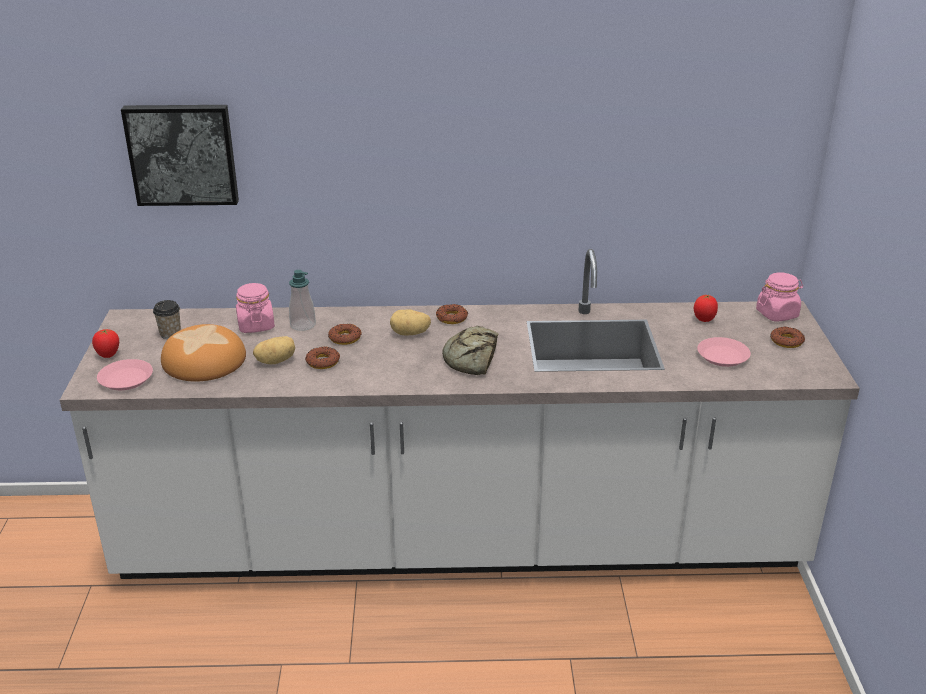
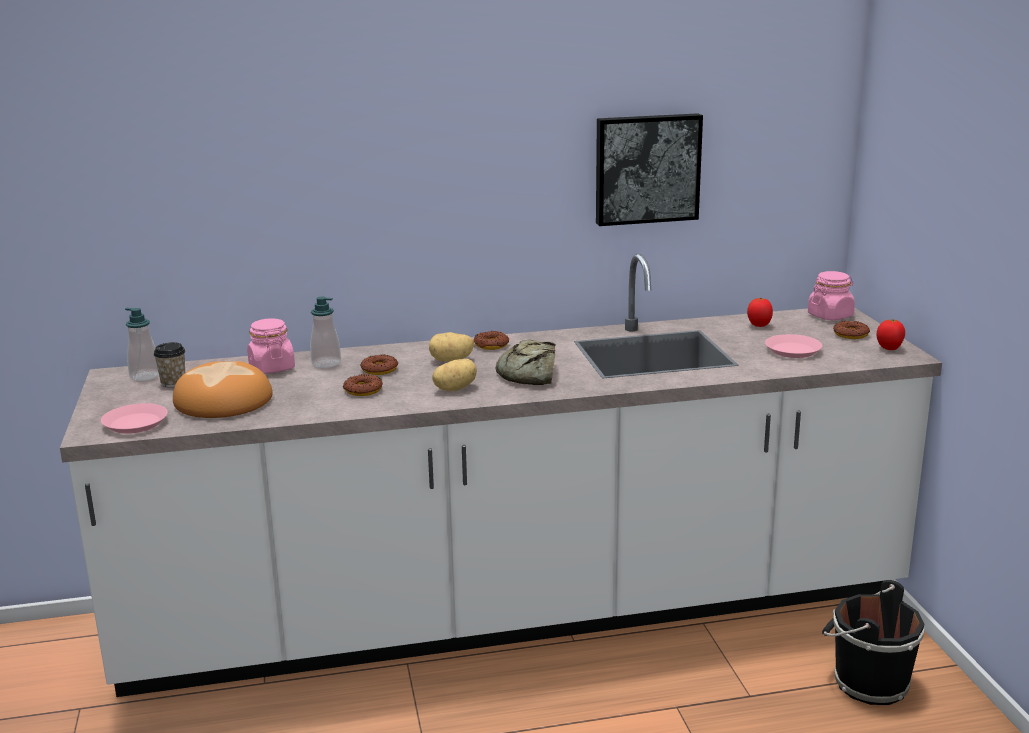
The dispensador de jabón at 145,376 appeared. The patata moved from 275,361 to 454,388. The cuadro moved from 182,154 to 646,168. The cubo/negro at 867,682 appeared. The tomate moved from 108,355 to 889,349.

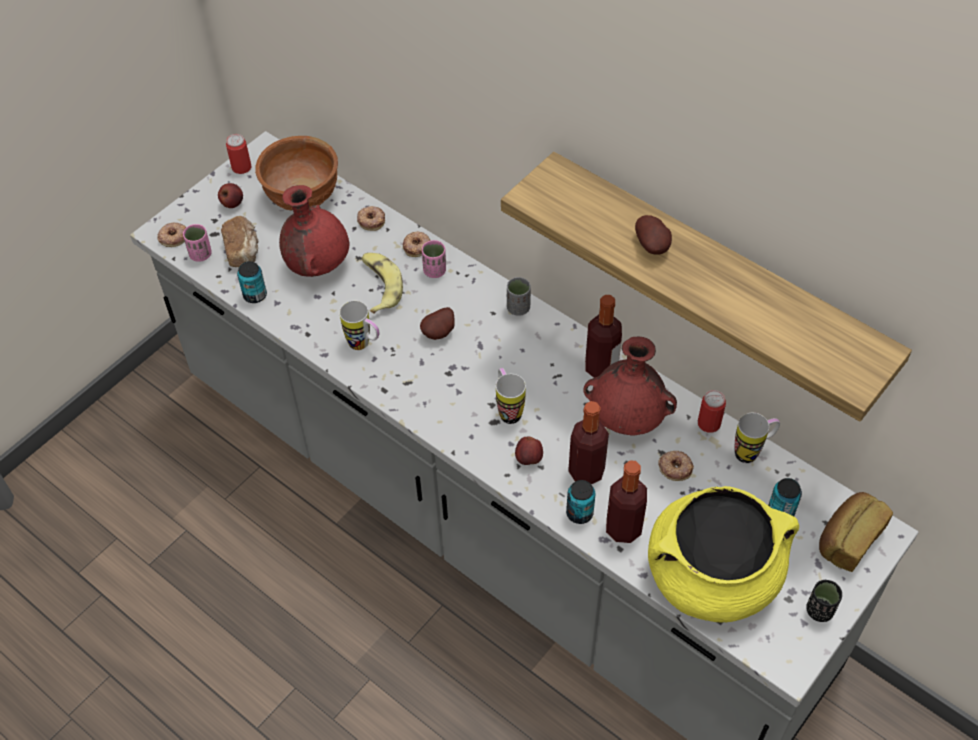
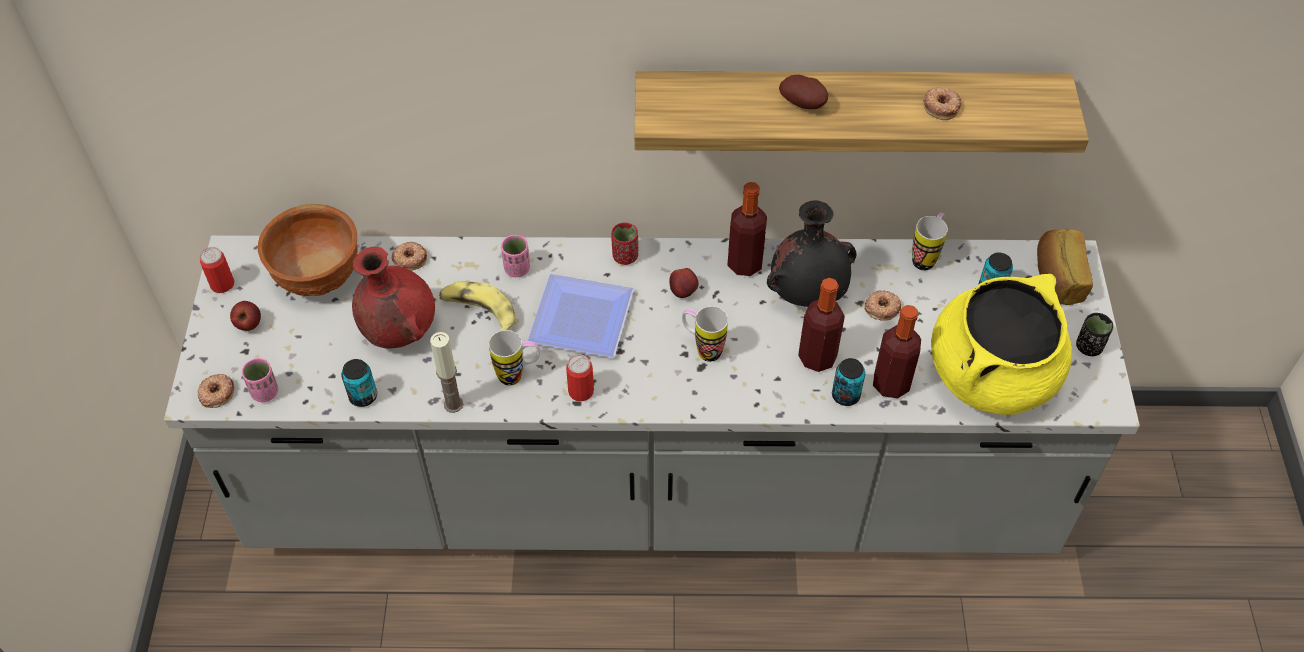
The vela at 453,404 appeared. The patata at 440,333 was replaced by the plato at 577,321. The lata moved from 709,423 to 581,391. The taza/gris at 518,308 became the taza/rojo at 625,256. The manzana moved from 529,459 to 683,292. The florero/rojo at 627,420 became the florero/negro at 808,293. The rosquilla moved from 417,246 to 941,106. The pan at 243,250 disappeared.

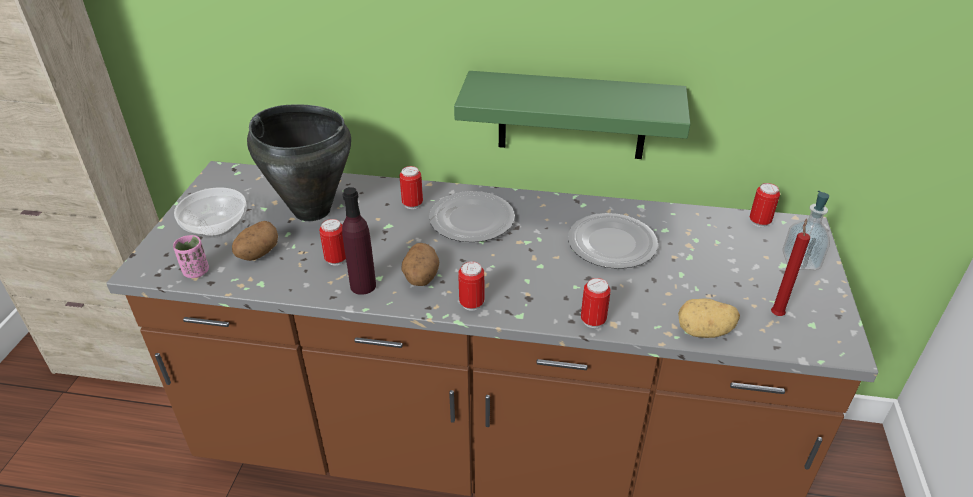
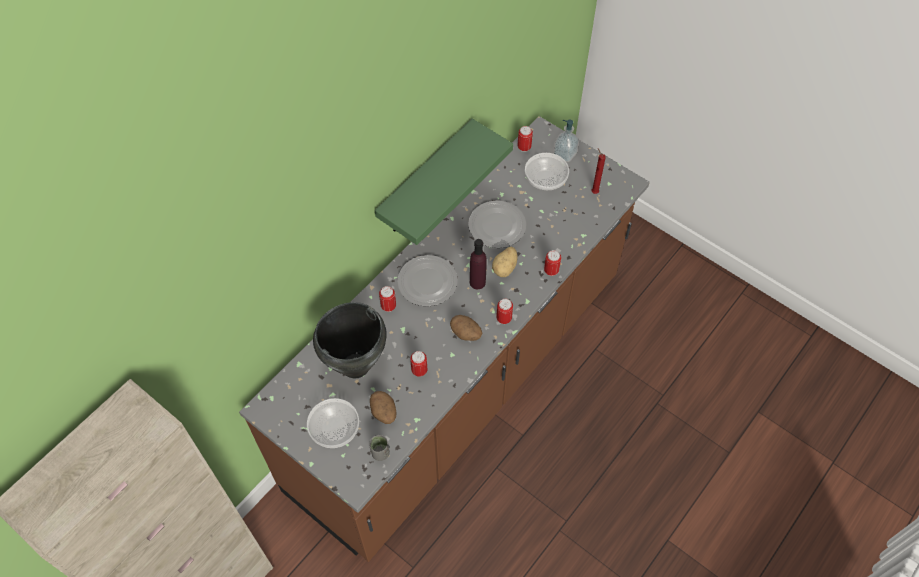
The taza/rosa at 196,272 became the taza/gris at 380,453. The botella/morado moved from 363,286 to 477,282. The patata moved from 704,332 to 505,268. The cuenco at 545,180 appeared.

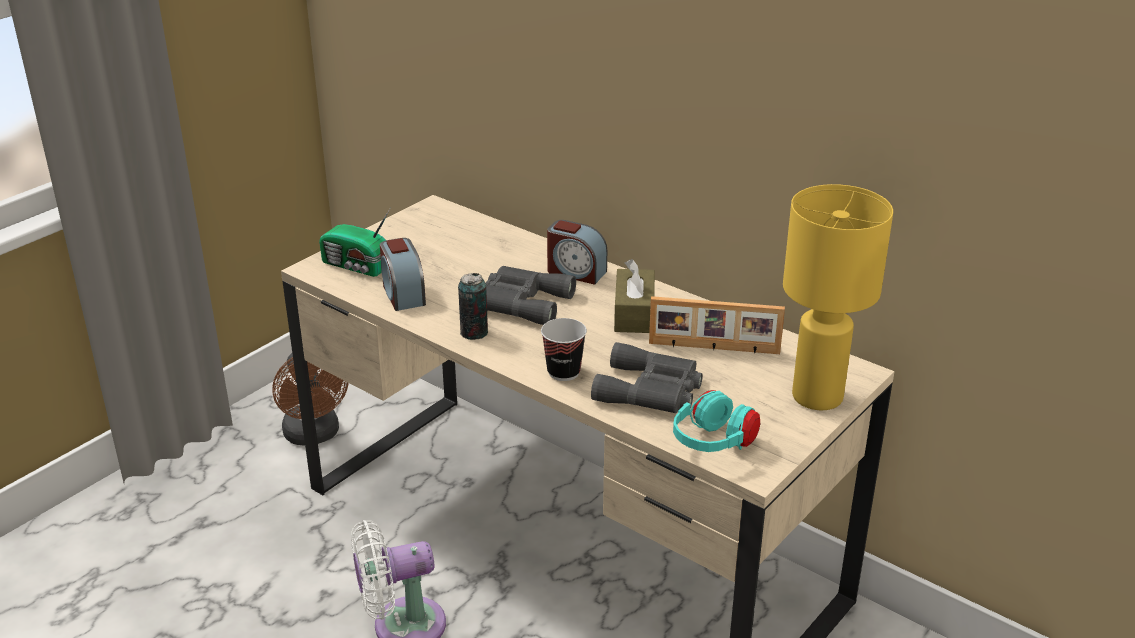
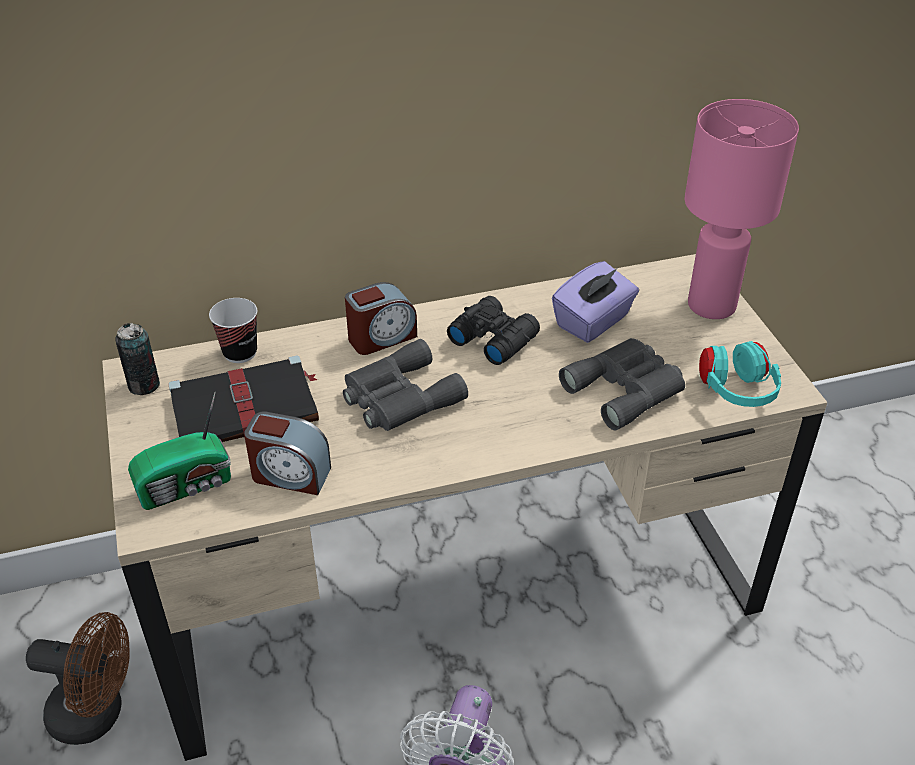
The lata moved from 474,333 to 144,385. The libro/negro at 247,407 appeared. The taza moved from 563,372 to 240,352. The caja de pañuelos/marrón at 634,313 was replaced by the prismáticos/negro at 493,338. The portarretratos at 714,348 was replaced by the caja de pañuelos/morado at 593,322. The lámpara de mesa/amarillo at 816,397 became the lámpara de mesa/rosa at 711,306.

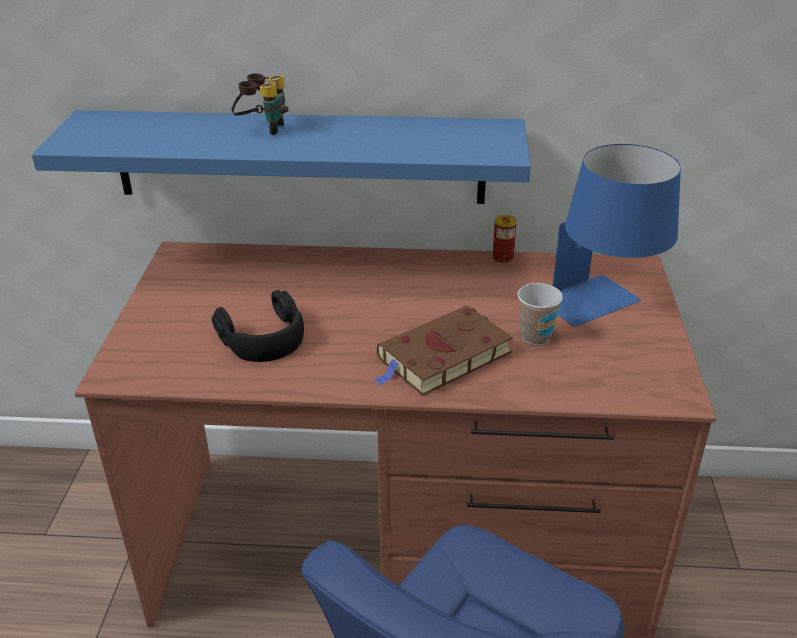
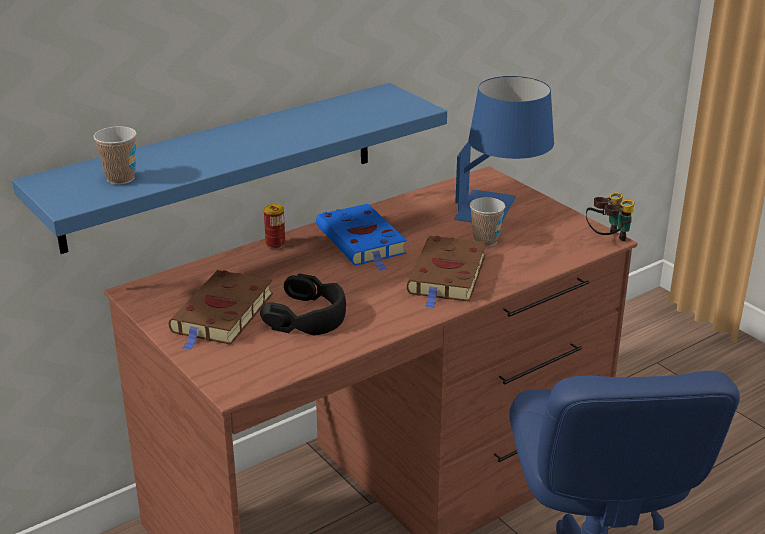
The taza at 120,178 appeared. The libro/marrón at 222,315 appeared. The lata moved from 502,258 to 275,244. The libro/azul at 362,242 appeared. The prismáticos moved from 263,128 to 607,239.

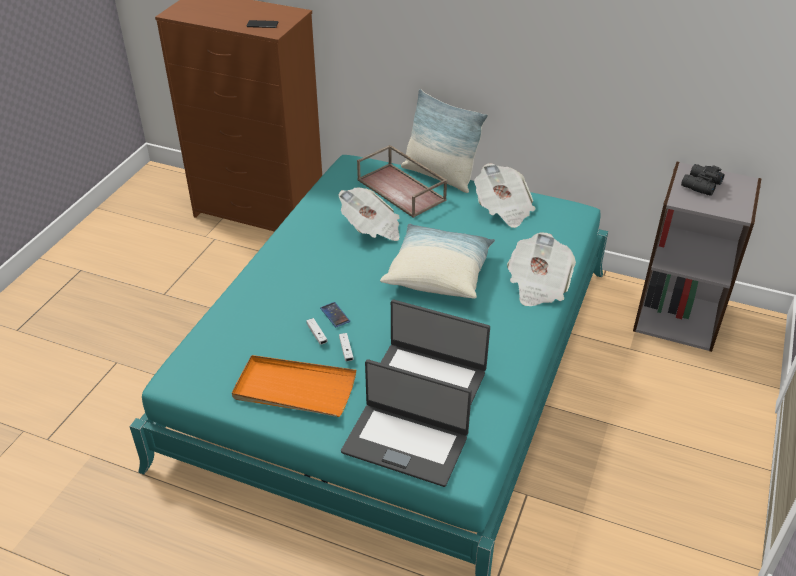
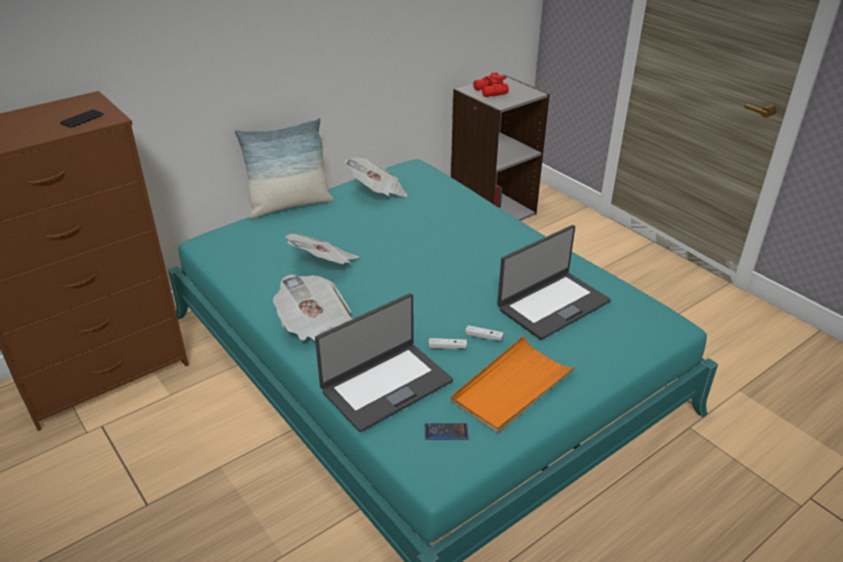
The periódico moved from 538,285 to 316,328. The portátil moved from 405,443 to 386,385. The móvil moved from 335,315 to 446,432. The prismáticos/negro at 700,185 became the prismáticos/rojo at 490,92. The bandeja/marrón at 402,190 disappeared. The cojín at 438,273 disappeared.

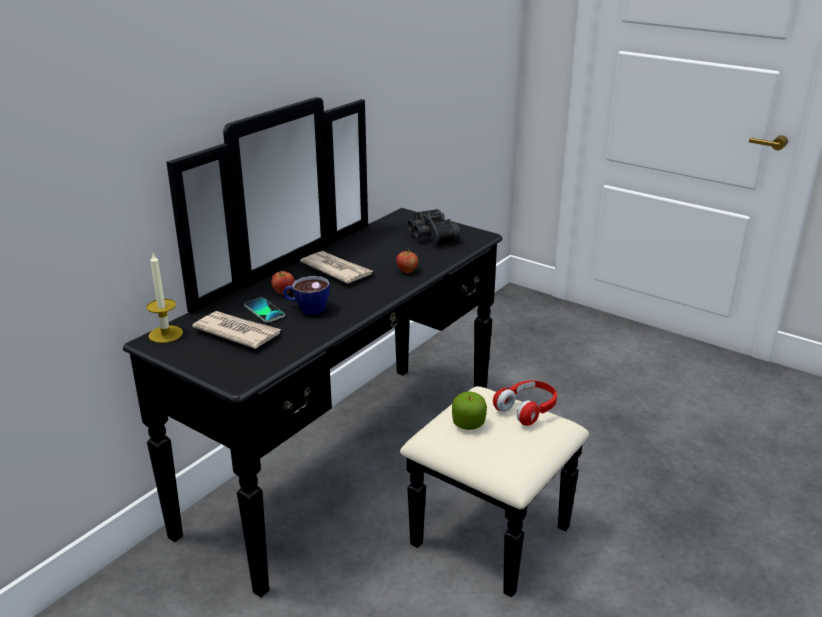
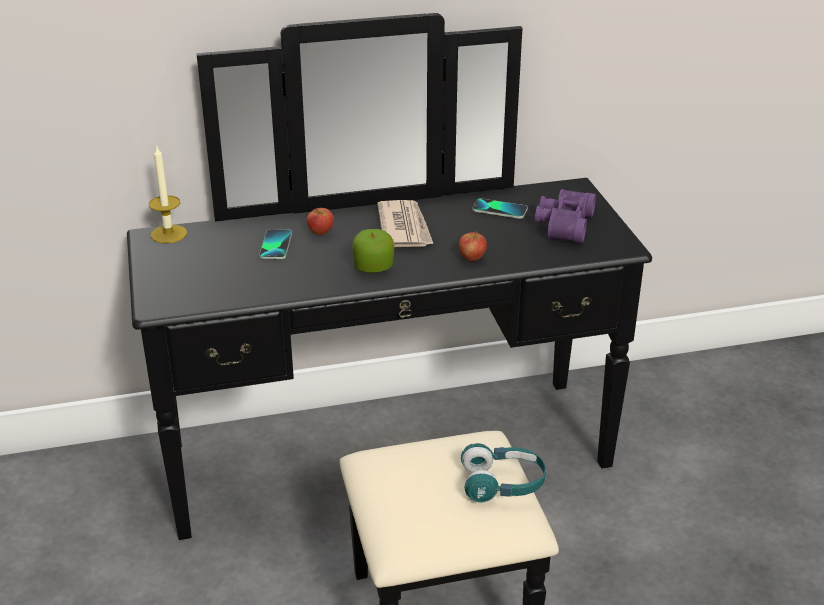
The manzana moved from 468,423 to 373,267. The auriculares/rojo at 527,409 became the auriculares/turquesa at 503,484. The móvil at 500,210 appeared. The prismáticos/negro at 430,236 became the prismáticos/morado at 562,225. The periódico at 237,332 disappeared. The taza at 306,309 disappeared.

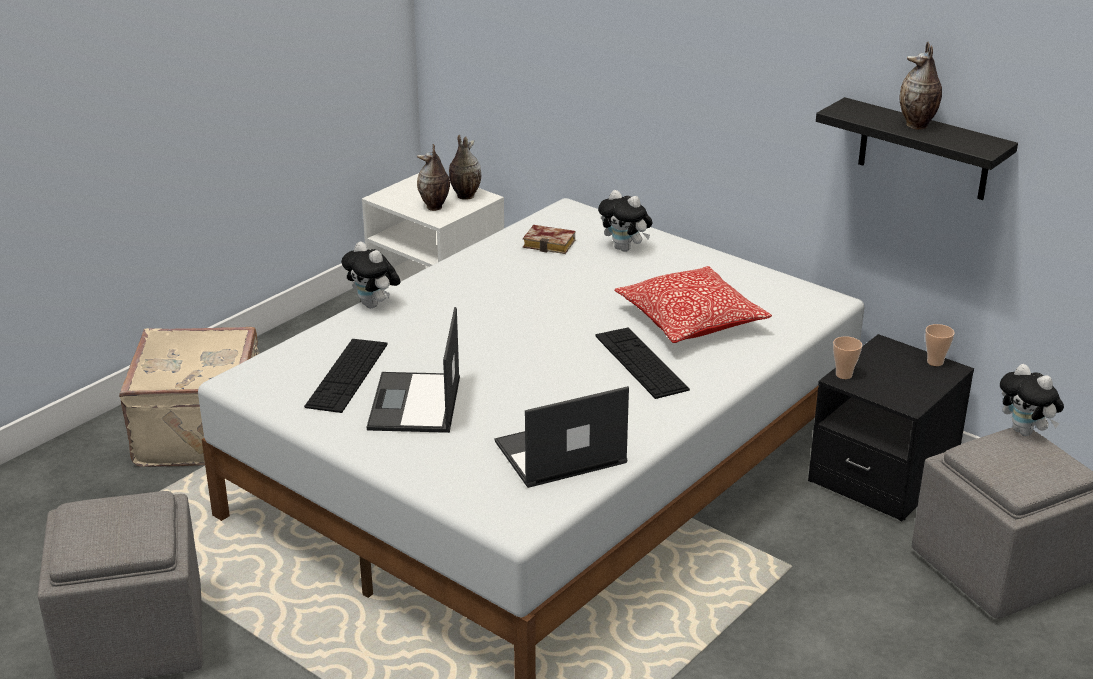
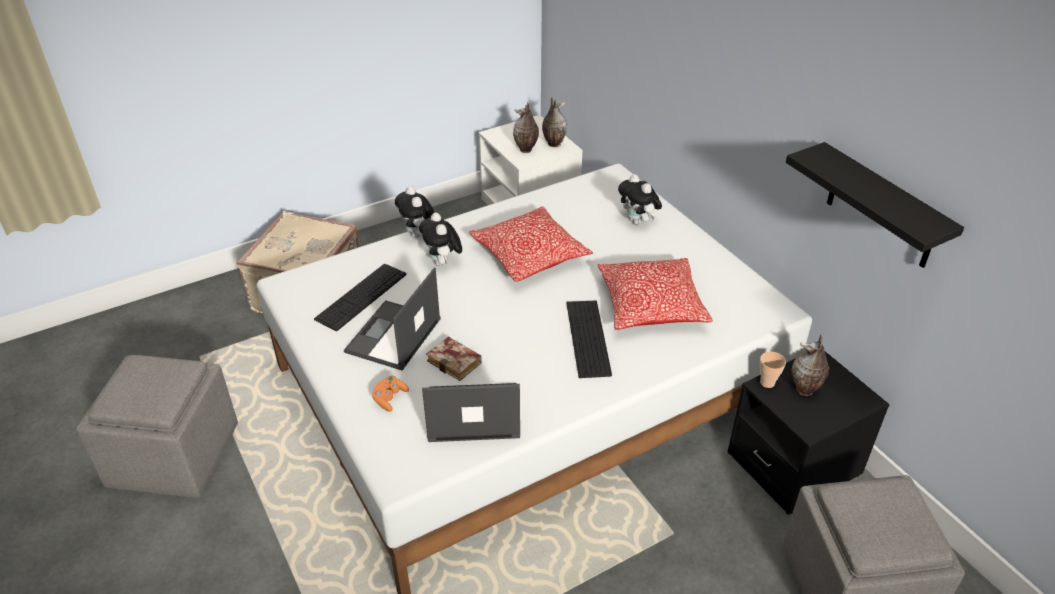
The mando de consola/naranja at 389,398 appeared. The peluche moved from 1026,432 to 443,263. The libro moved from 551,244 to 456,362. The cojín at 529,255 appeared. The florero moved from 917,125 to 805,390. The taza at 935,362 disappeared.

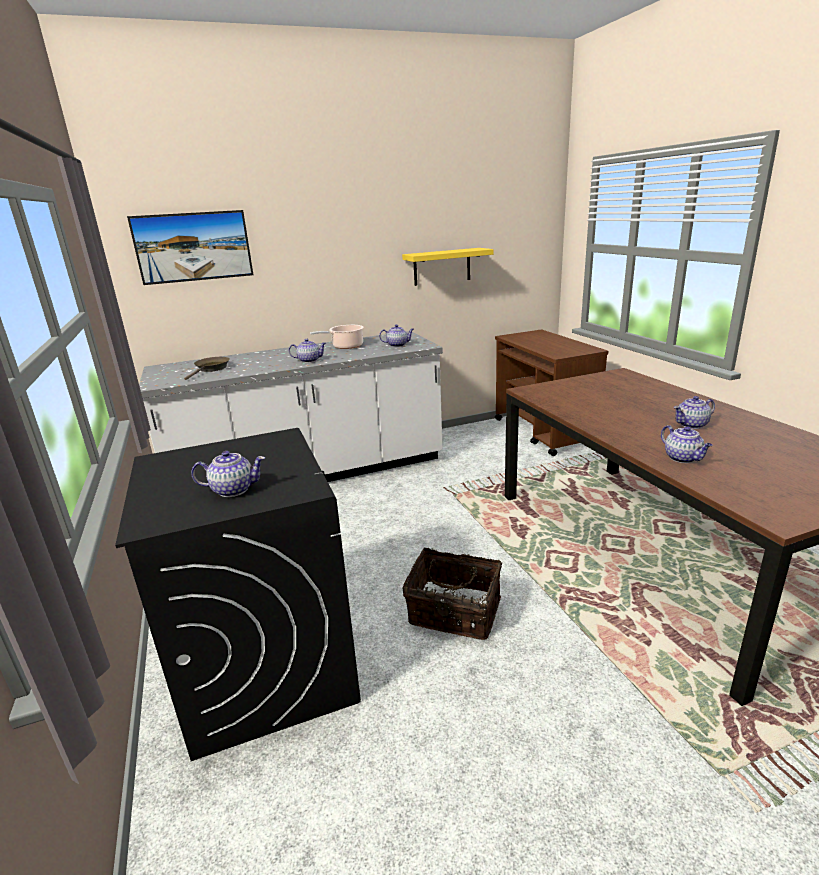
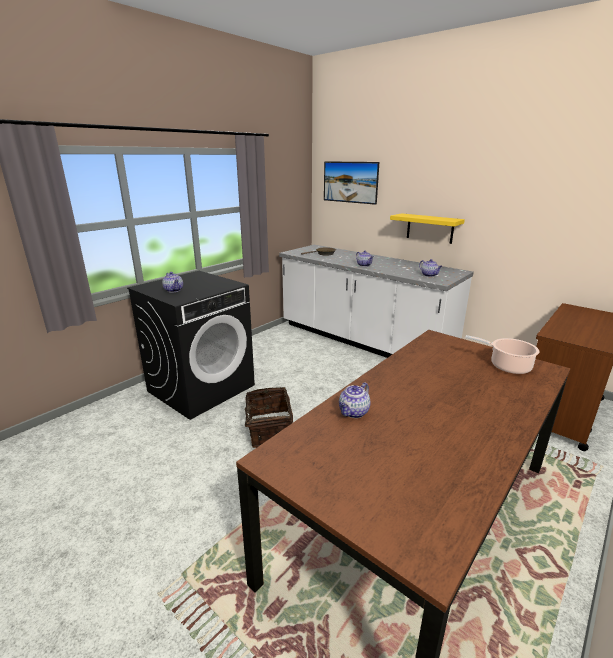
The estante/amarillo moved from 442,266 to 430,228. The olla moved from 345,346 to 507,366. The tetera at 692,425 disappeared.

